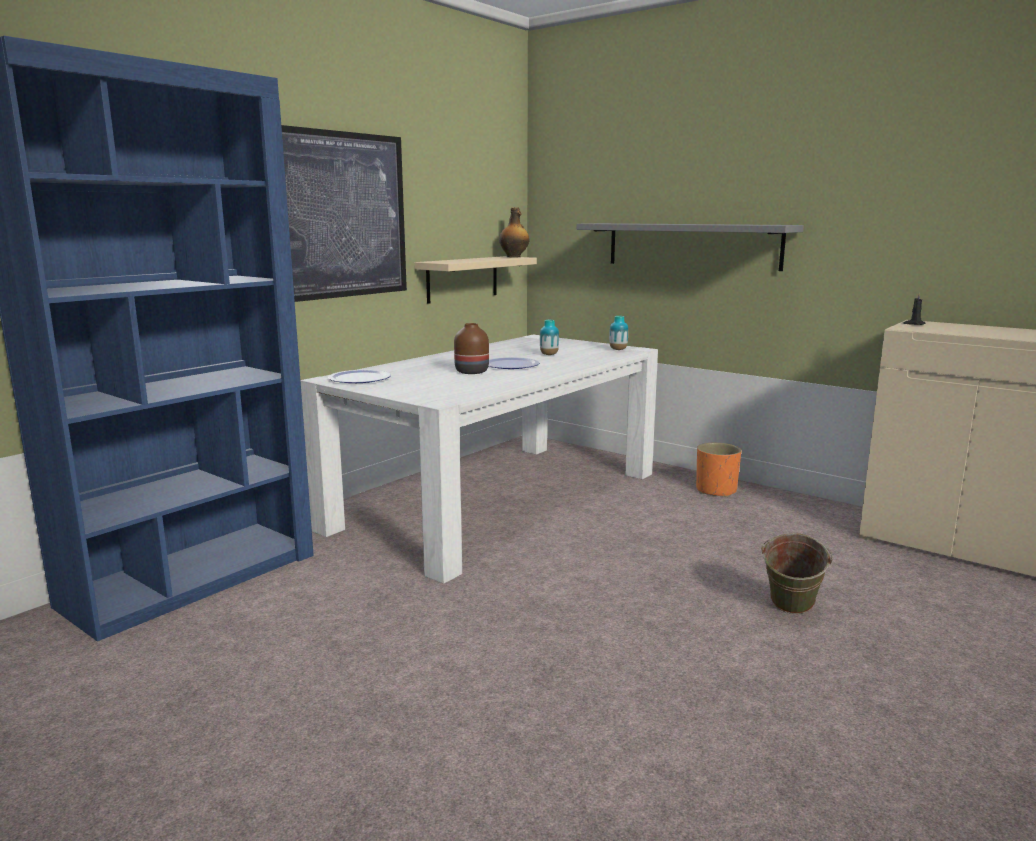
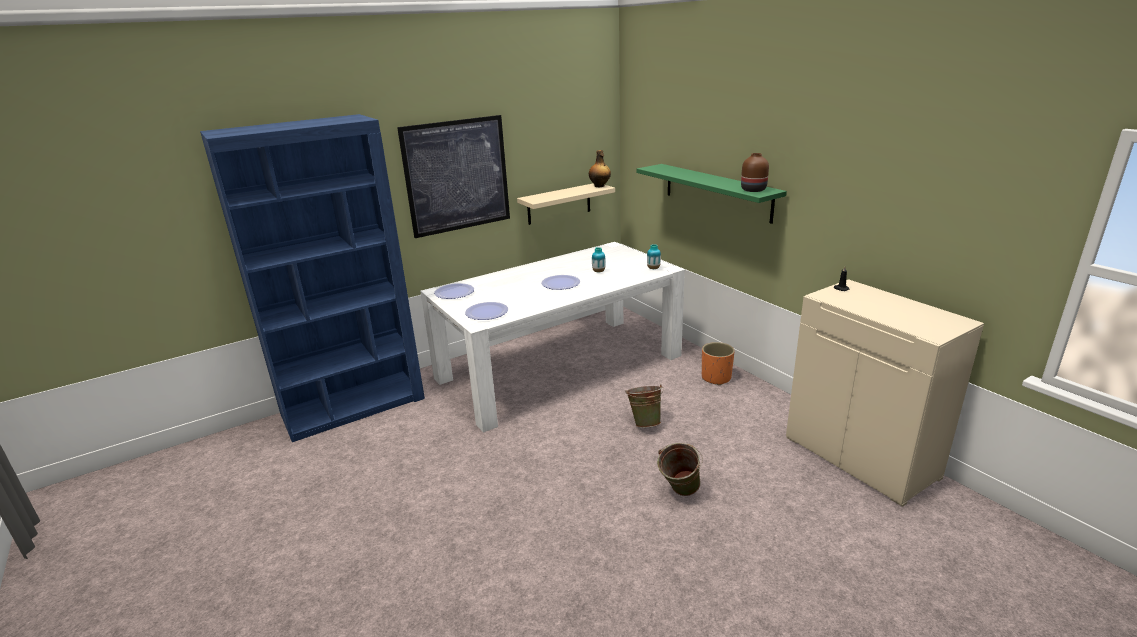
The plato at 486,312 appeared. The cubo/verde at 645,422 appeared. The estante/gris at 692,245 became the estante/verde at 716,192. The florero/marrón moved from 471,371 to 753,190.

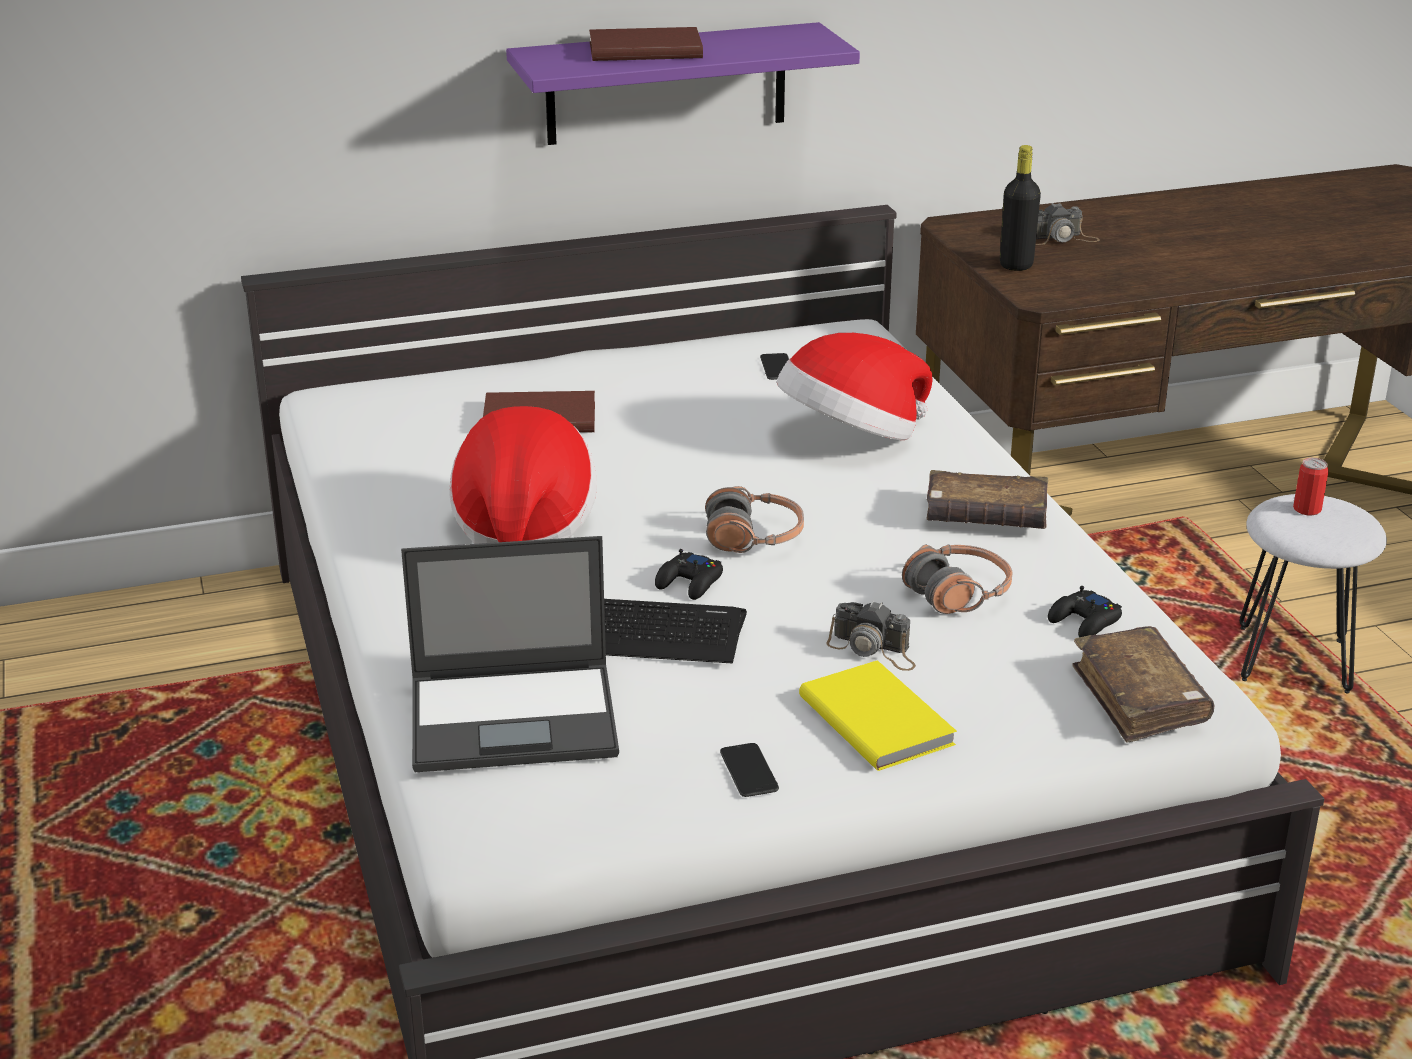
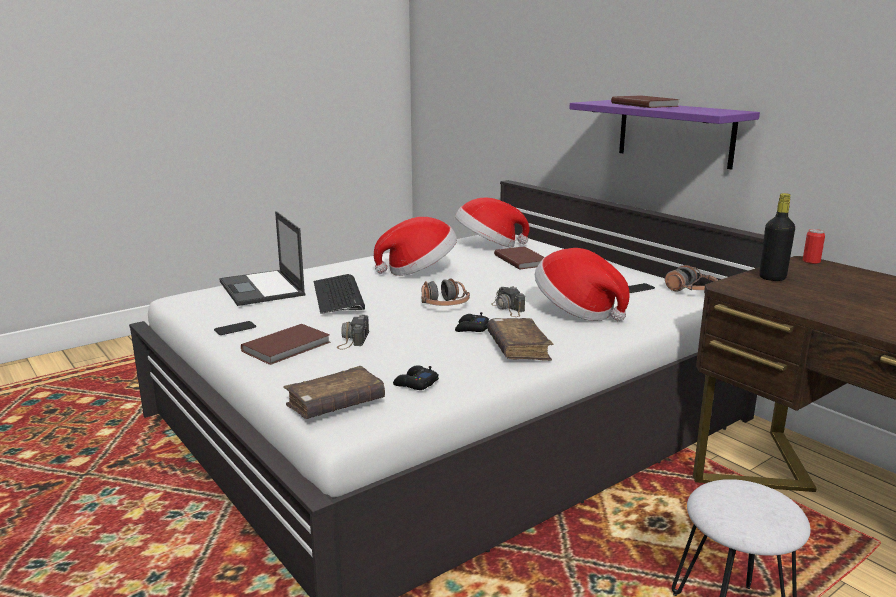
The libro/amarillo at 878,718 became the libro/marrón at 288,347. The sombrero at 488,245 appeared. The mando de consola/negro moved from 690,583 to 471,328. The cámara moved from 1061,238 to 508,309. The auriculares moved from 958,593 to 691,290. The lata moved from 1307,509 to 811,261.

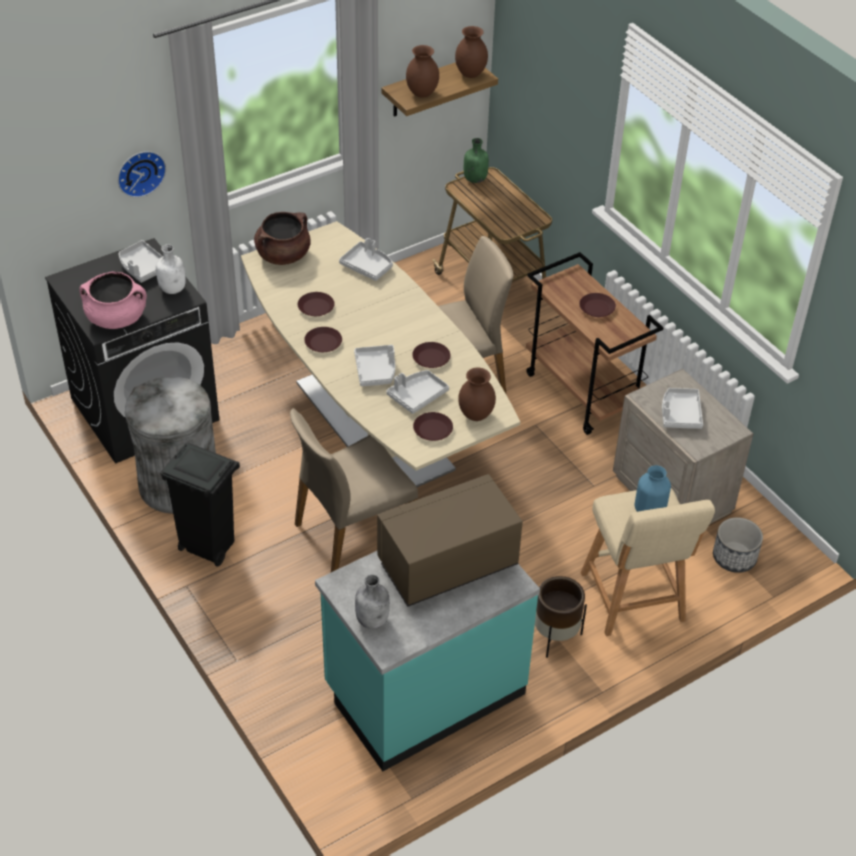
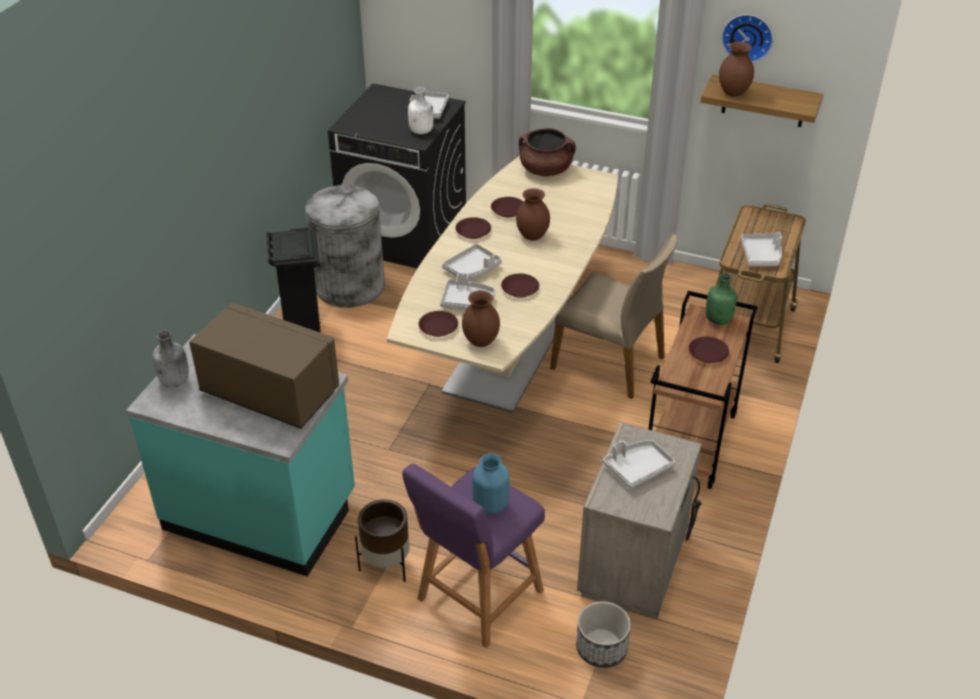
The taburete/beis at 634,601 became the taburete/morado at 476,599. The florero/marrón moved from 470,74 to 532,237. The botella/verde moved from 475,179 to 718,320. The reloj de pared moved from 140,172 to 747,37. The bandeja/gris moved from 367,266 to 761,256. The olla/rosa at 117,318 disappeared. The silla/beis at 354,531 disappeared.

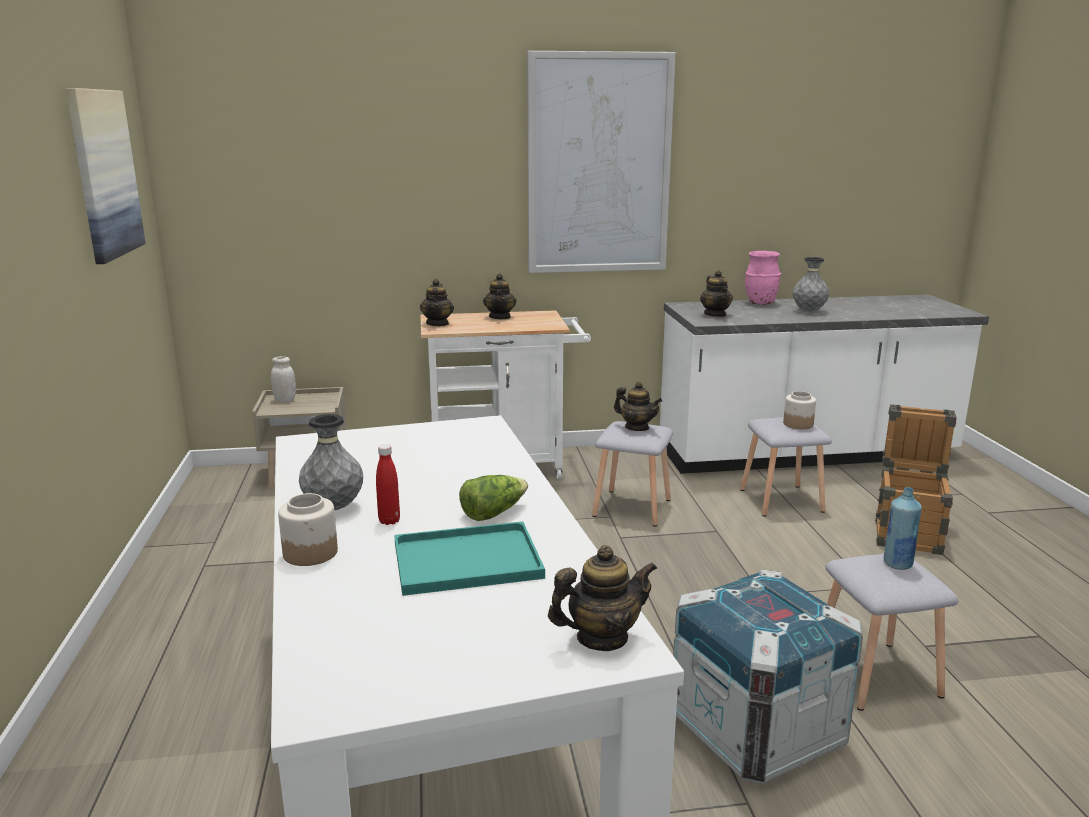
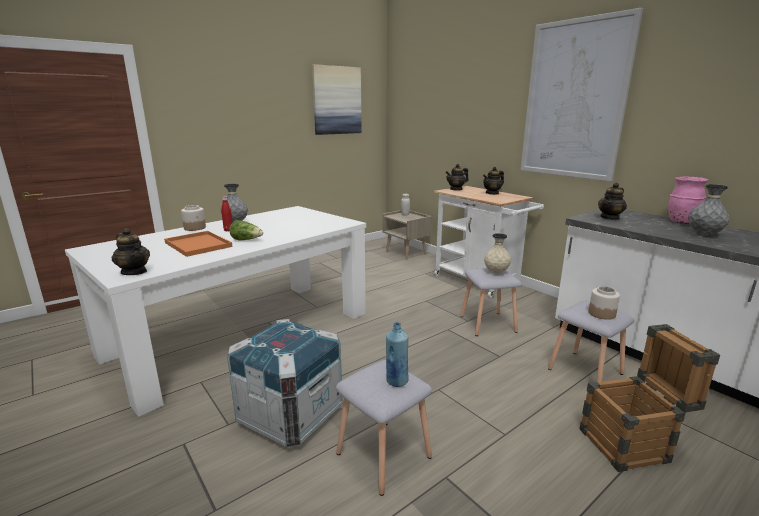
The bandeja/turquesa at 464,561 became the bandeja/naranja at 197,244. The tetera at 637,428 was replaced by the florero/beis at 496,272.

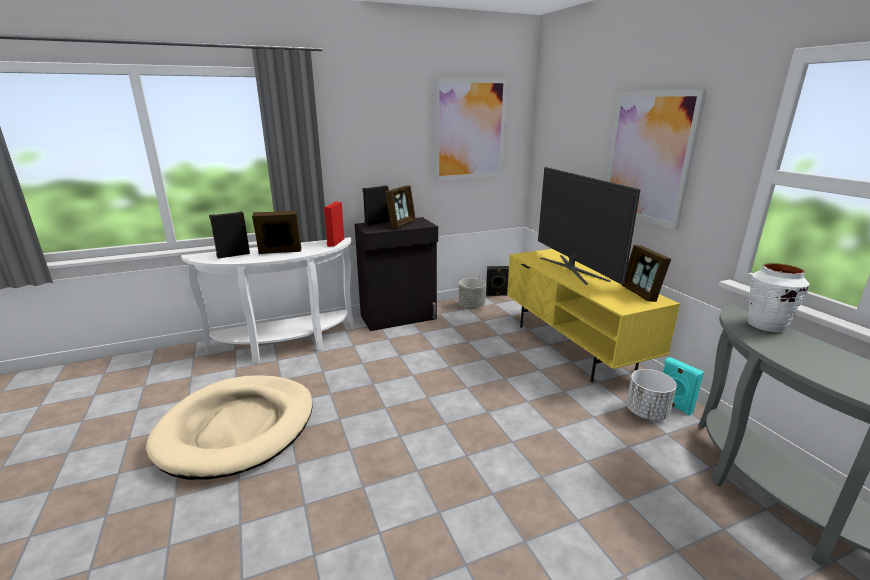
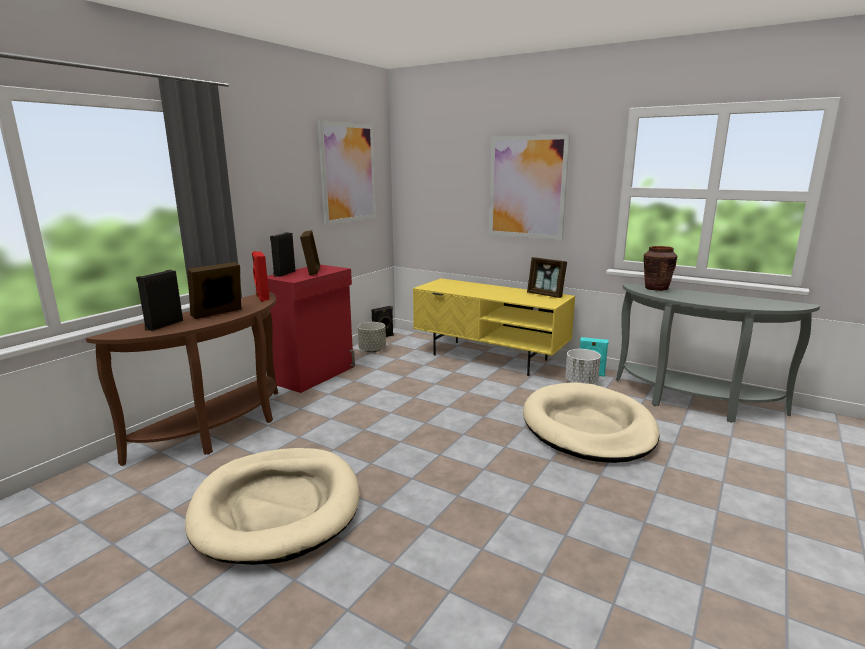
The mesa consola/blanco at 285,345 became the mesa consola/marrón at 222,430. The armario/negro at 399,317 became the armario/rojo at 315,375. The cama para perro/beis at 588,427 appeared. The florero/blanco at 765,326 became the florero/marrón at 656,288. The televisor at 573,269 disappeared.

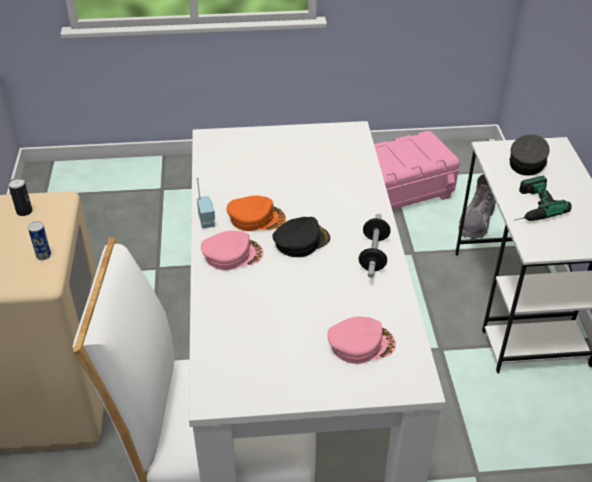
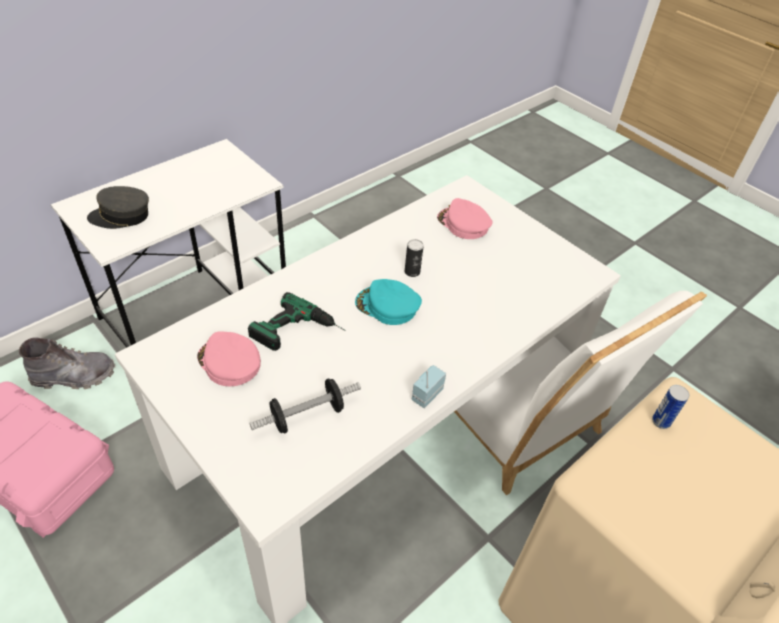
The gorra/rosa moved from 232,254 to 229,362. The taladro moved from 529,206 to 299,333. The mancuerna moved from 373,254 to 307,415. The gorra/negro at 301,241 became the gorra/turquesa at 387,306. The lata moved from 24,211 to 412,272. The gorra/naranja at 256,218 disappeared.

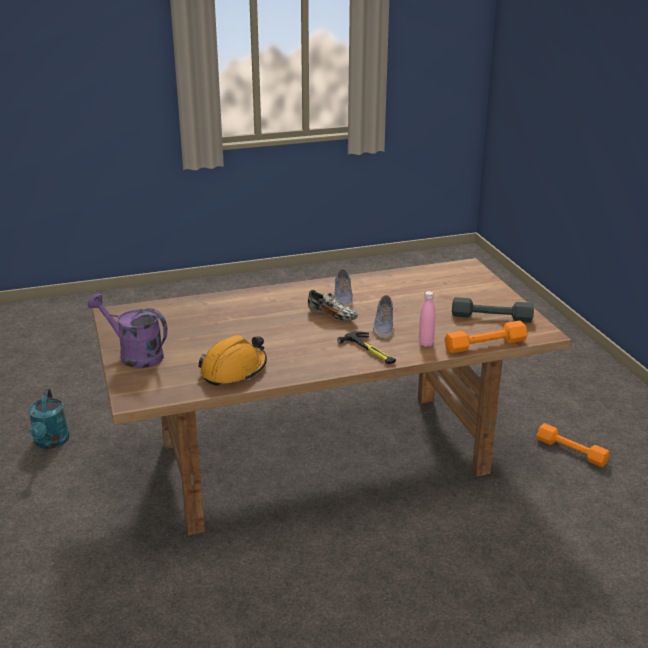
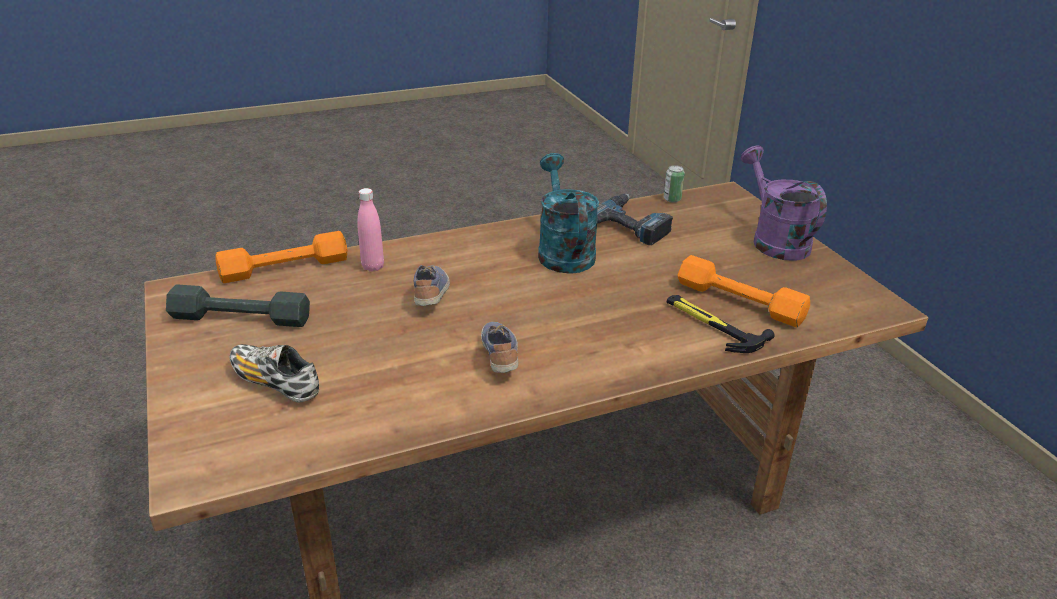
The zapato moved from 332,316 to 275,383. The regadera/turquesa moved from 51,443 to 563,251. The casco/naranja at 234,370 was replaced by the taladro at 632,225. The lata at 672,199 appeared. The martillo moved from 370,351 to 712,325. The mancuerna/naranja moved from 571,451 to 739,302. The regadera/morado at 134,355 turned 135 degrees counterclockwise.

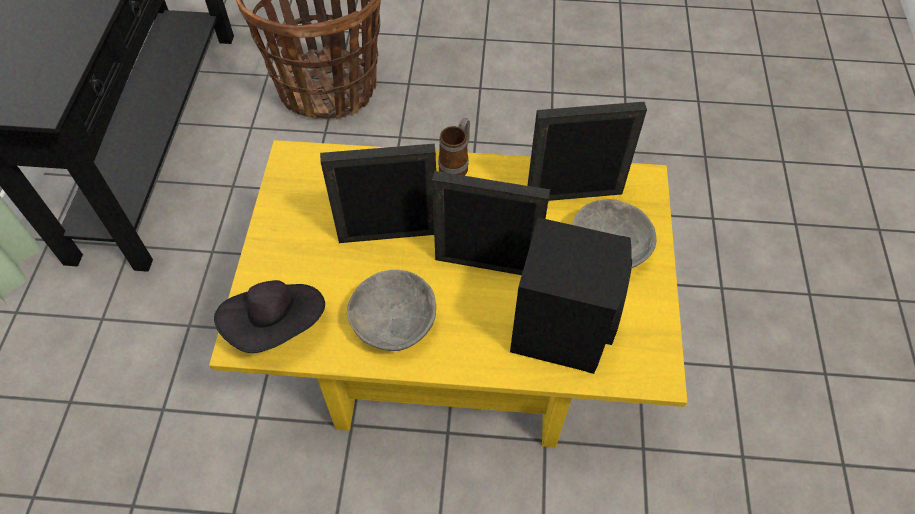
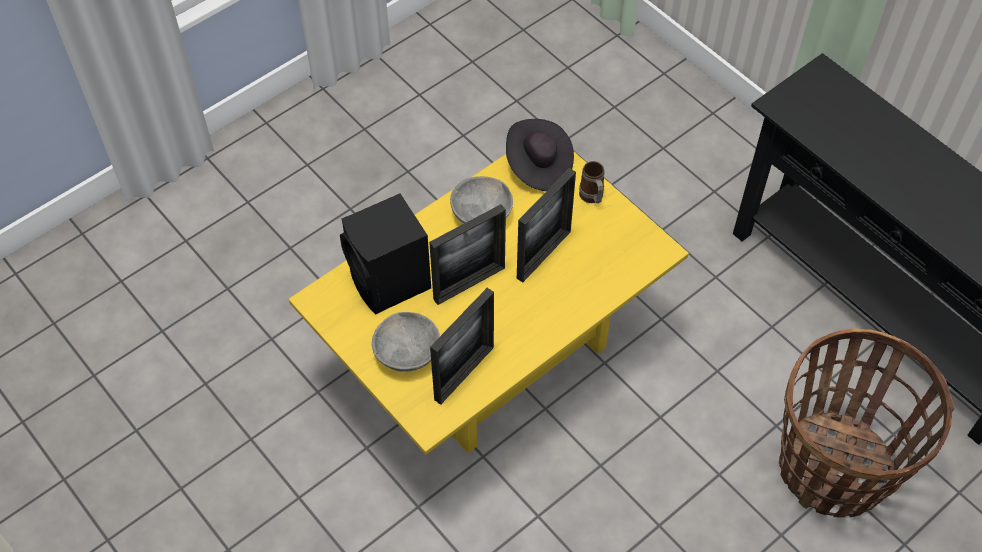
The taza grande moved from 457,165 to 592,198.

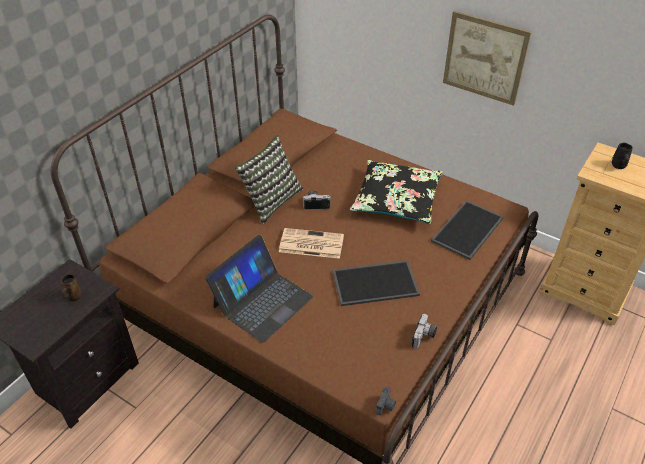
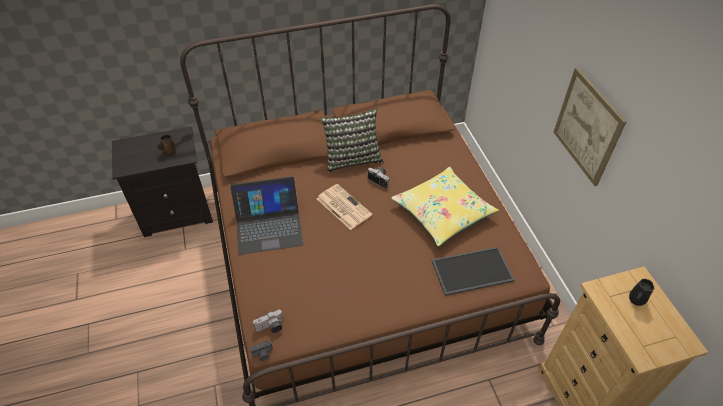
The cámara moved from 424,337 to 270,327. The cojín/negro at 396,200 became the cojín/amarillo at 443,212. The bandeja at 375,282 disappeared.

